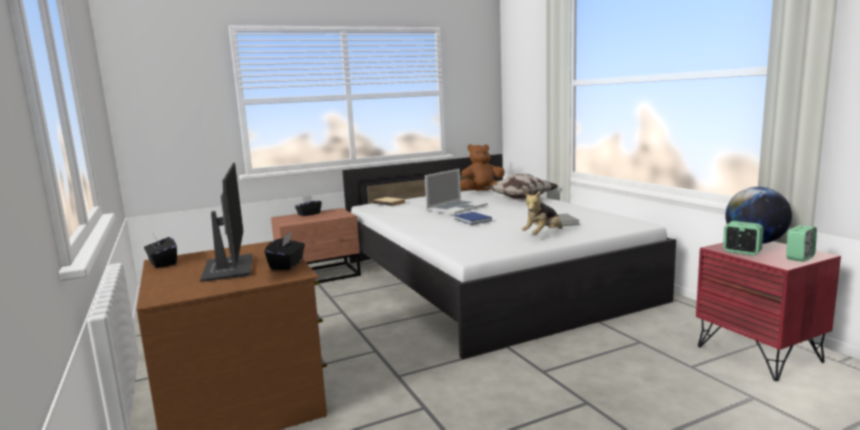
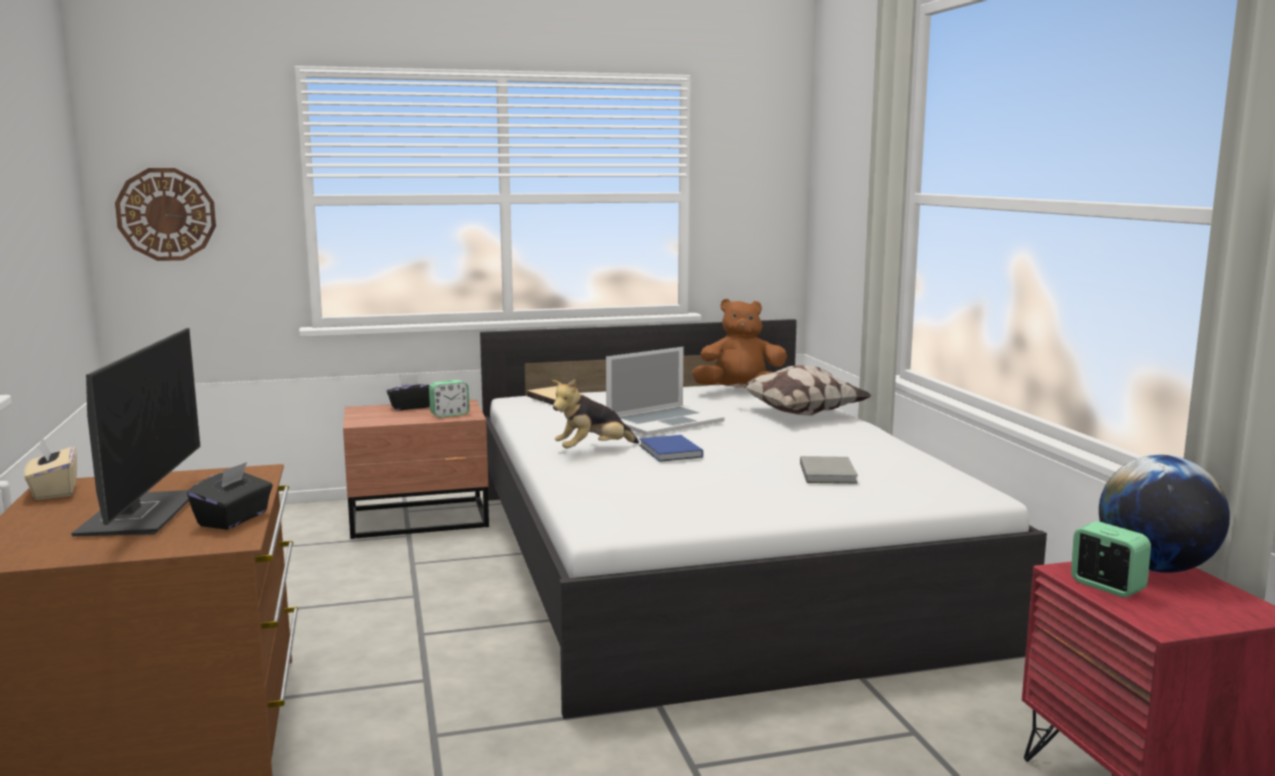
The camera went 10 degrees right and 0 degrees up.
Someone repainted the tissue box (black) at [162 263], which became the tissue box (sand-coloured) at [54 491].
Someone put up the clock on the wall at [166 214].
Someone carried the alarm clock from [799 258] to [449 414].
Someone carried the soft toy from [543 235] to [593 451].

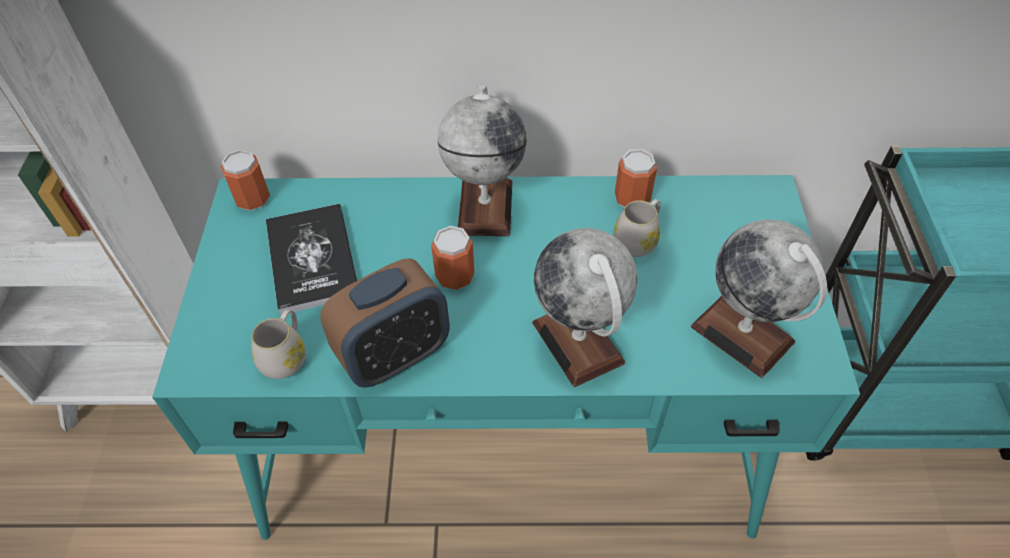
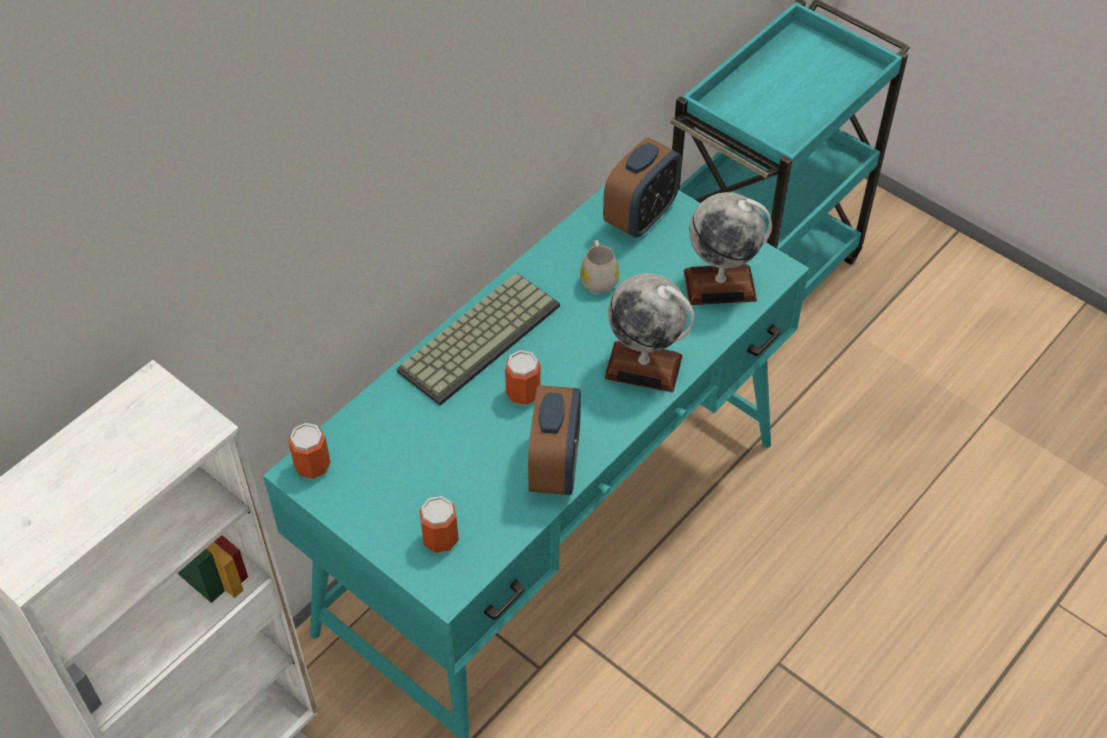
The camera went 50 degrees left and 0 degrees up.
Someone swapped the world globe at [485 207] for the PC keyboard at [479 336].
Someone carried the sealed can from [632 199] to [440 539].
Someone put down the alarm clock at [640 217].
Someone took away the tea mug (white) at [286 356].
Someone took away the book at [312 259].

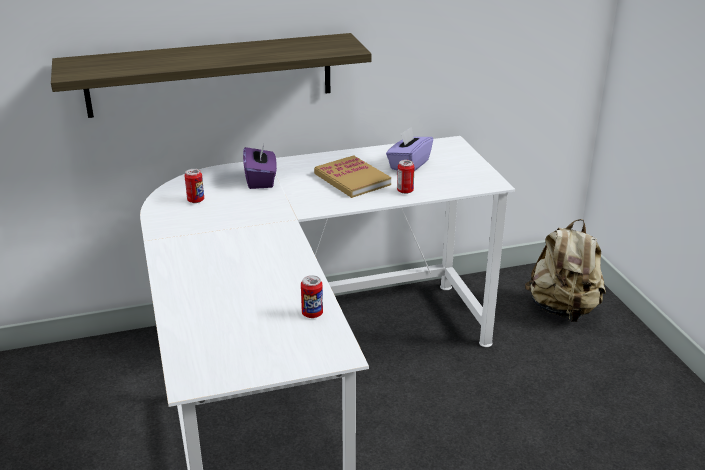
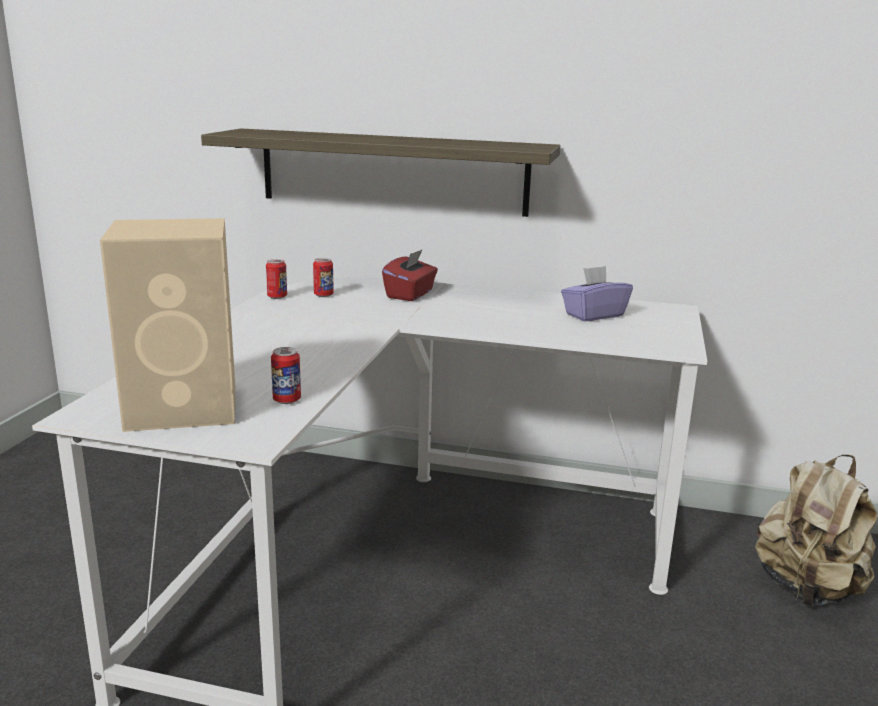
The camera went 30 degrees right and 10 degrees down.
Someone put down the loudspeaker (sand-coloured) at [186 408].
Someone carried the sealed can from [405 191] to [277 297].
Someone repainted the tissue box (purple) at [261 180], which became the tissue box (red) at [410 294].
Someone took away the book at [352 179].

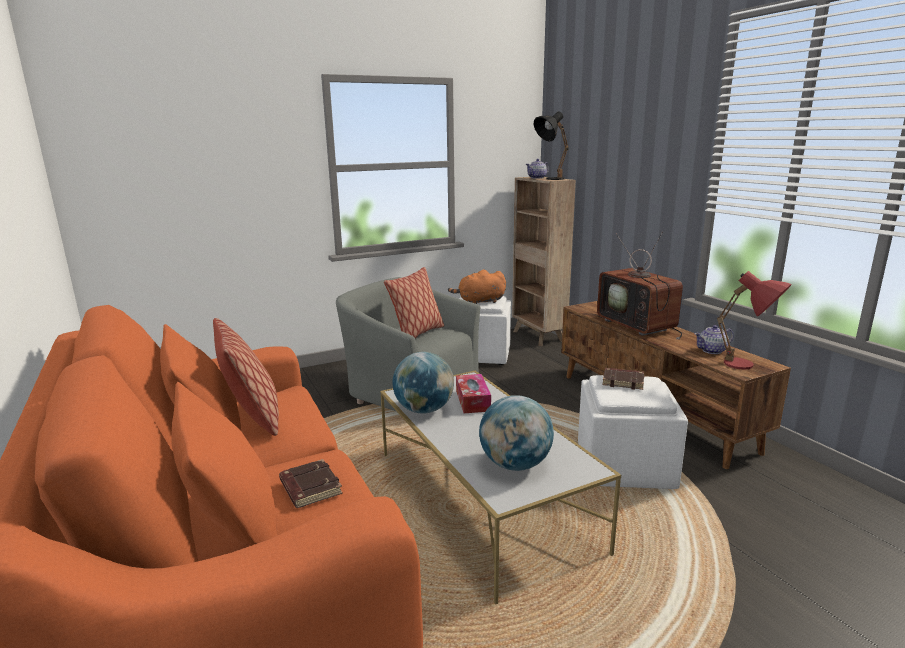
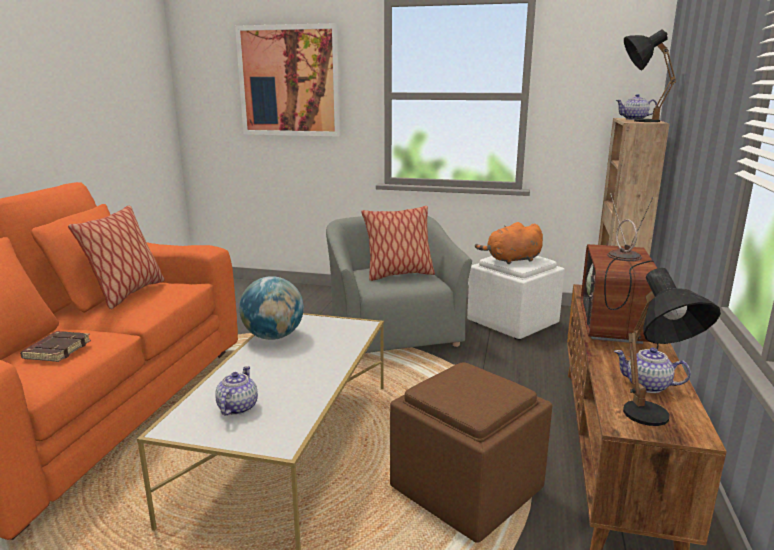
The camera went 40 degrees right and 0 degrees up.
Someone swapped the world globe at [515 464] for the tea pot at [237 408].
Someone put up the wall art at [289 81].
Someone repainted the pouffe (white) at [623 466], which became the pouffe (brown-coloured) at [466 488].
Someone rotated the soft toy (orange) at [479 302] by 45 degrees counterclockwise.
Someone repainted the lamp for a table (red) at [748 367], which became the lamp for a table (black) at [652 423].
Someone took away the tissue box at [472 400].
Someone took away the book (brown-coloured) at [623 381].

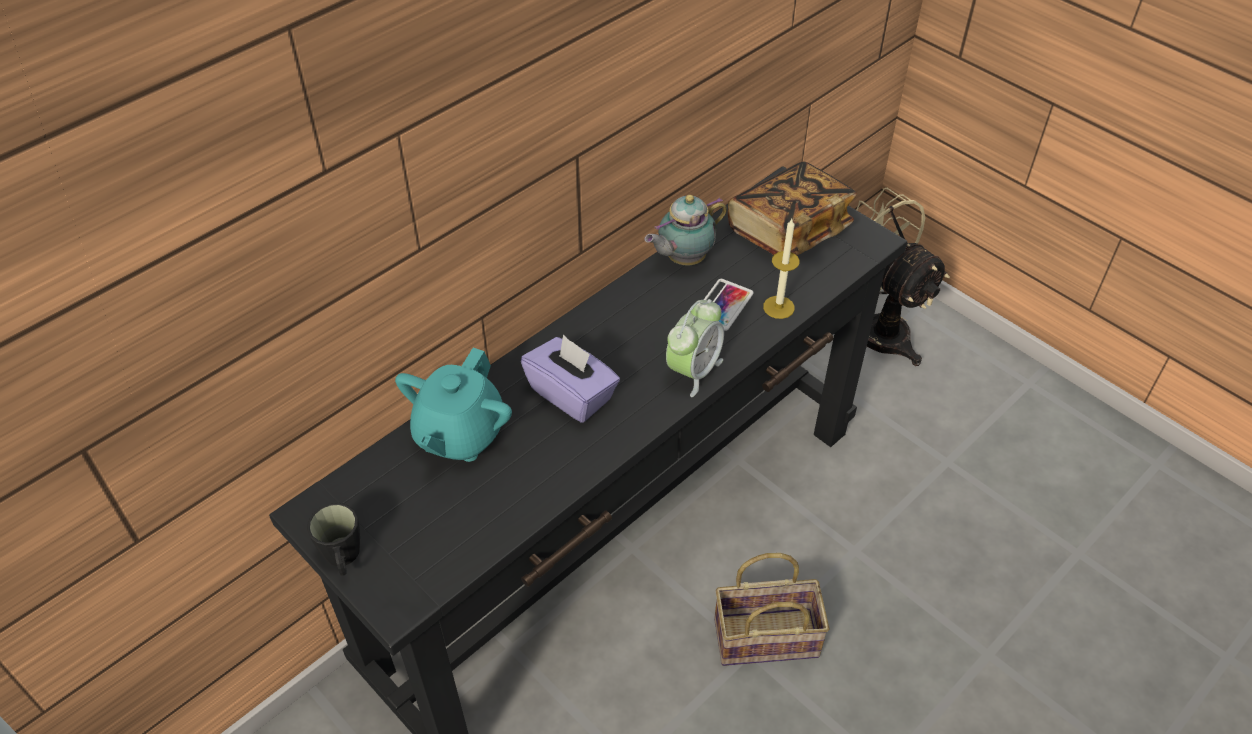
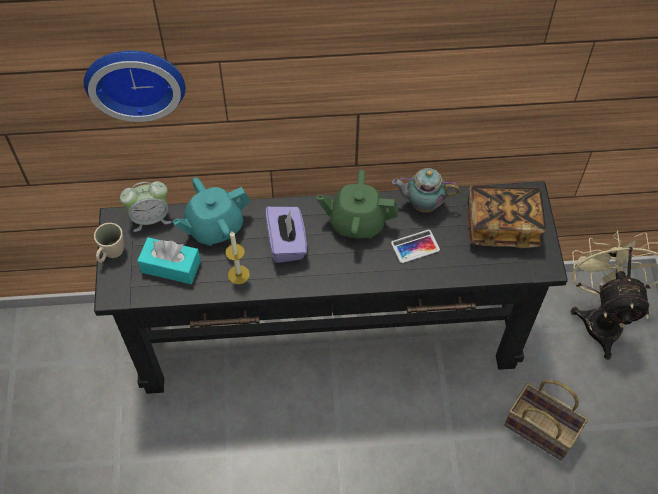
The camera went 40 degrees right and 10 degrees up.
Someone put up the clock on the wall at [135 78].
Someone repainted the tea mug (black) at [343 559], which became the tea mug (sand-coloured) at [110 253].
Someone carried the alarm clock from [693 371] to [150 218].
Someone put down the tissue box (turquoise) at [171 266].
Someone carried the candle from [778 307] to [238 274].
Someone put down the tea pot (greenish) at [357 222].
Someone carried the storage basket from [768 635] to [543 429].

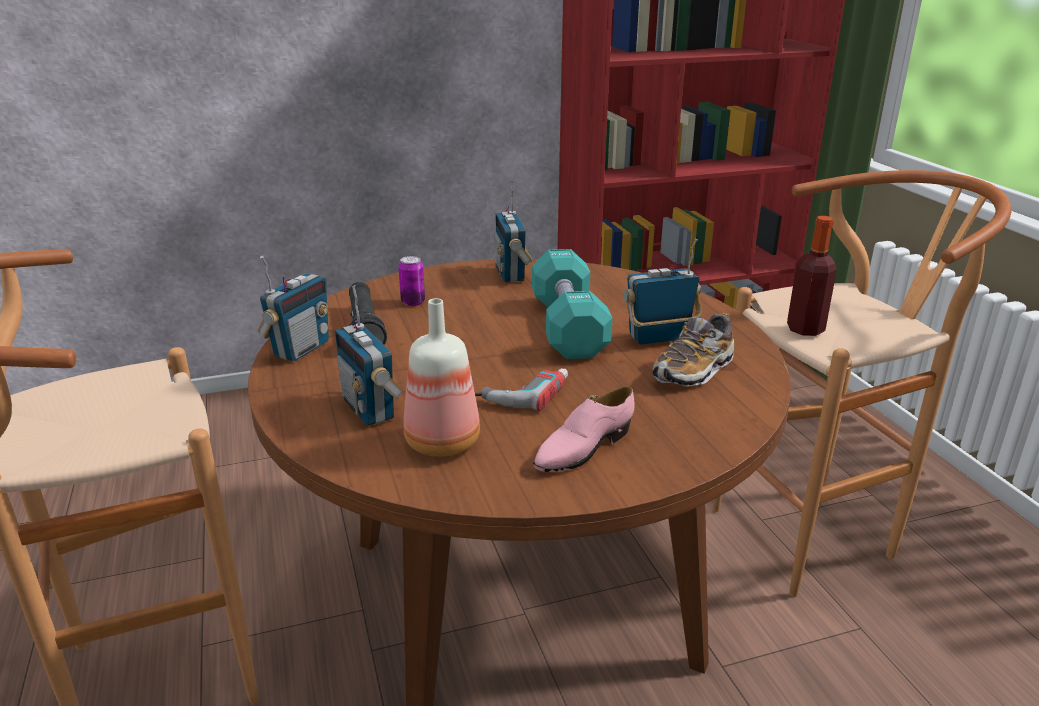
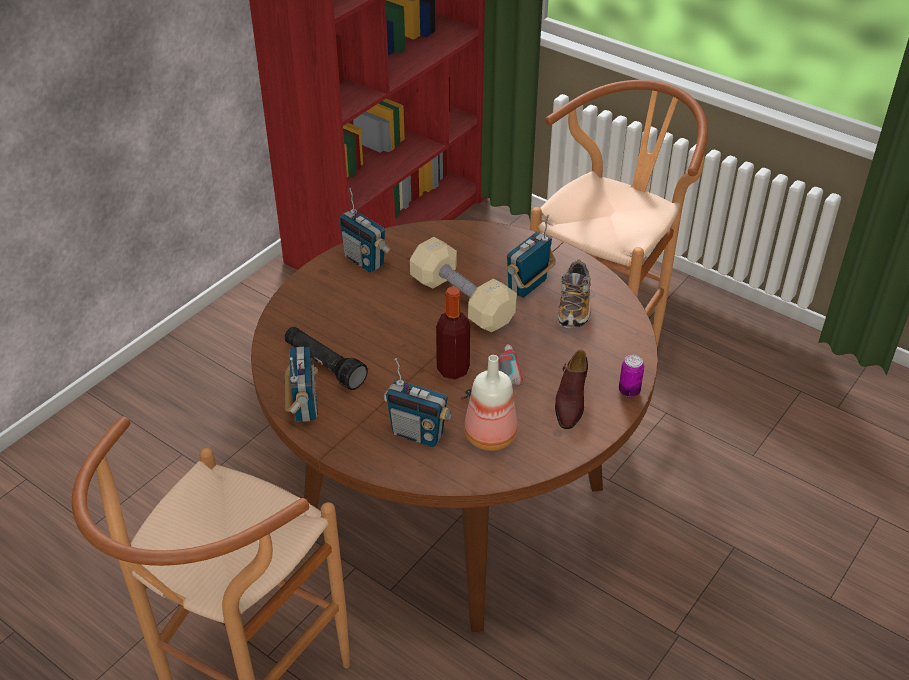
The camera went 35 degrees left and 15 degrees up.
Someone repainted the dumbbell (turquoise) at [568 327], which became the dumbbell (sand-coloured) at [462 301].
Someone carried the bottle from [805 329] to [453 369].
Someone repainted the low shoe (pink-coloured) at [583 448], which became the low shoe (brown-coloured) at [570 400].
Someone carried the sealed can from [413 302] to [629 391].

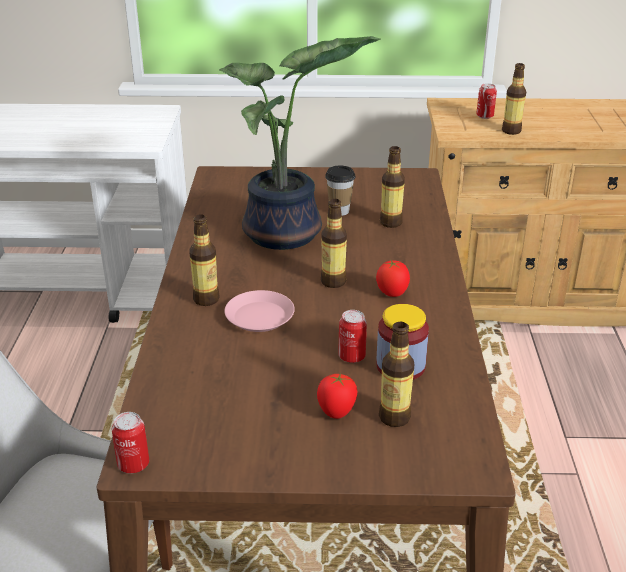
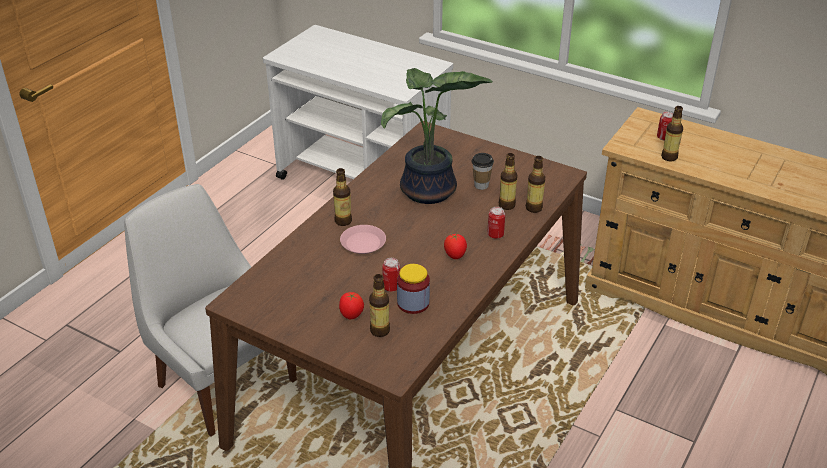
The camera went 30 degrees right and 5 degrees up.
Someone carried the sealed can from [133 464] to [495 235].
Someone carried the bottle from [333 282] to [534 208].

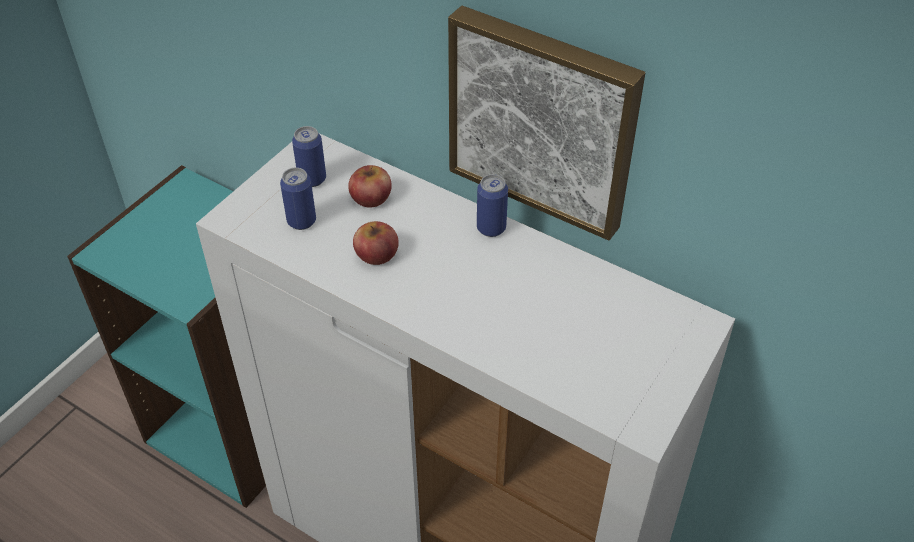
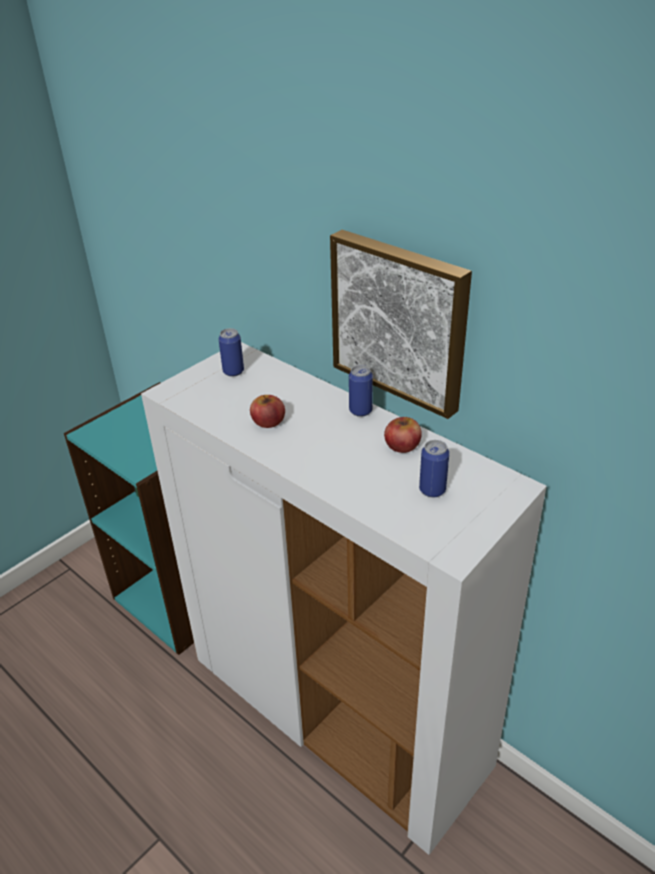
The camera went 10 degrees right and 10 degrees down.
Someone carried the apple fruit from [371 197] to [402 445].
Someone carried the sealed can from [301 221] to [432 490].

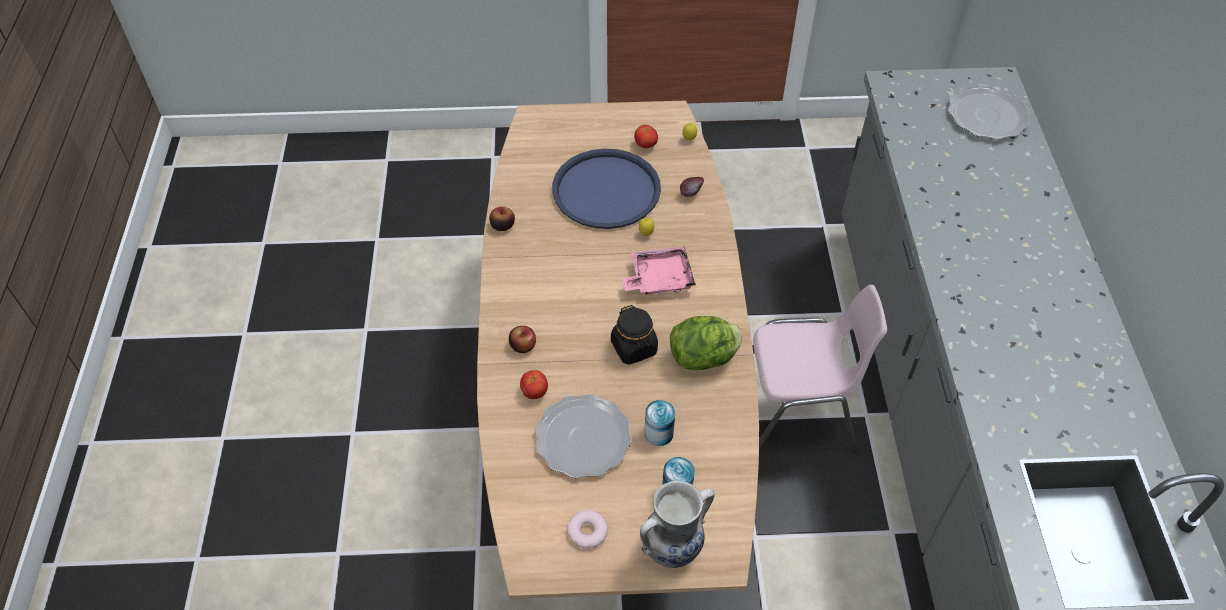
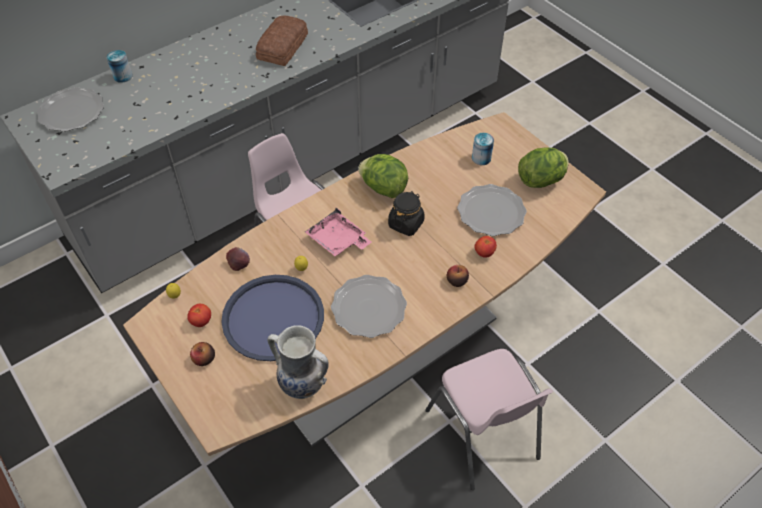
The camera went 125 degrees left and 0 degrees up.
Someone carried the sealed can from [658 433] to [123 76].
Someone carried the apple fruit from [502 225] to [204 359].
Someone put down the baked bread at [284 46].
Someone carried the vase from [672 550] to [303 384].
Someone put down the flat dish at [369 308].
Someone put down the plain chair (pink-coloured) at [482 435].
Someone swapped the ring doughnut at [587 531] for the head of lettuce at [541 180].

